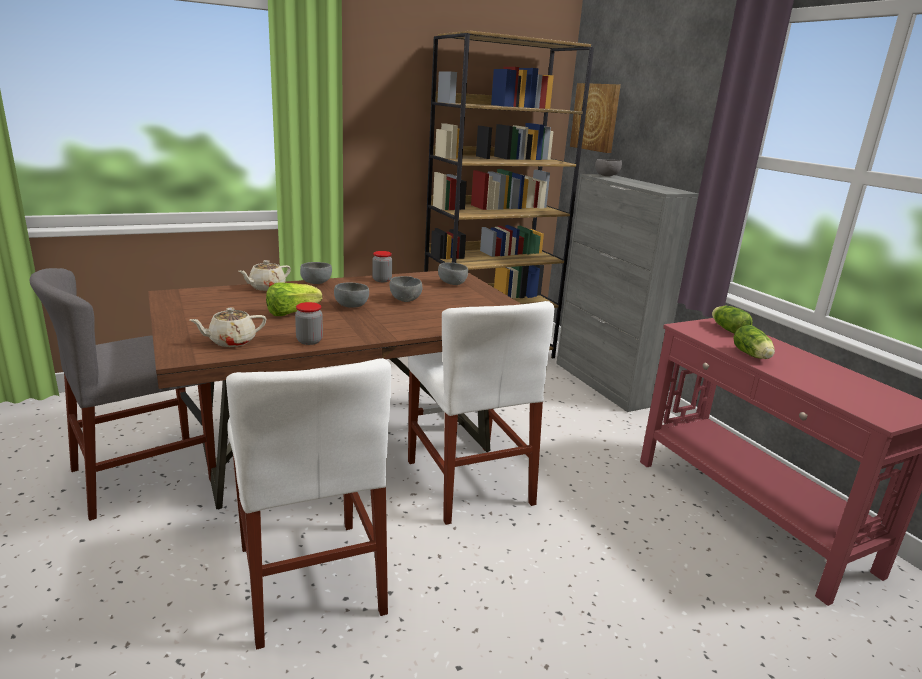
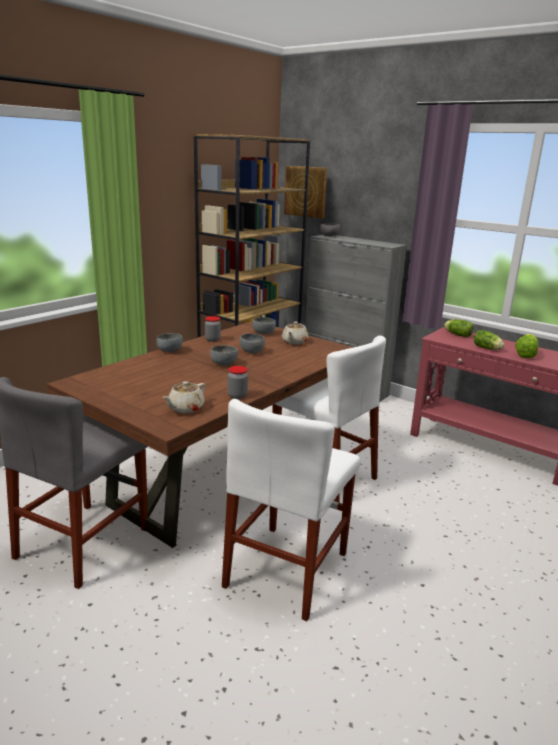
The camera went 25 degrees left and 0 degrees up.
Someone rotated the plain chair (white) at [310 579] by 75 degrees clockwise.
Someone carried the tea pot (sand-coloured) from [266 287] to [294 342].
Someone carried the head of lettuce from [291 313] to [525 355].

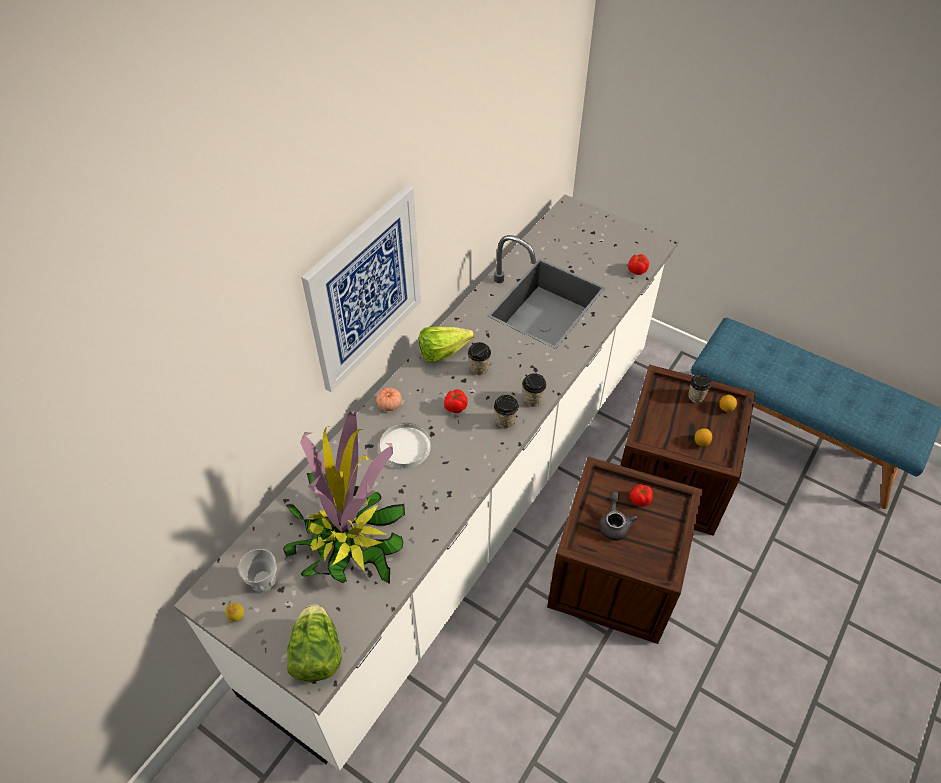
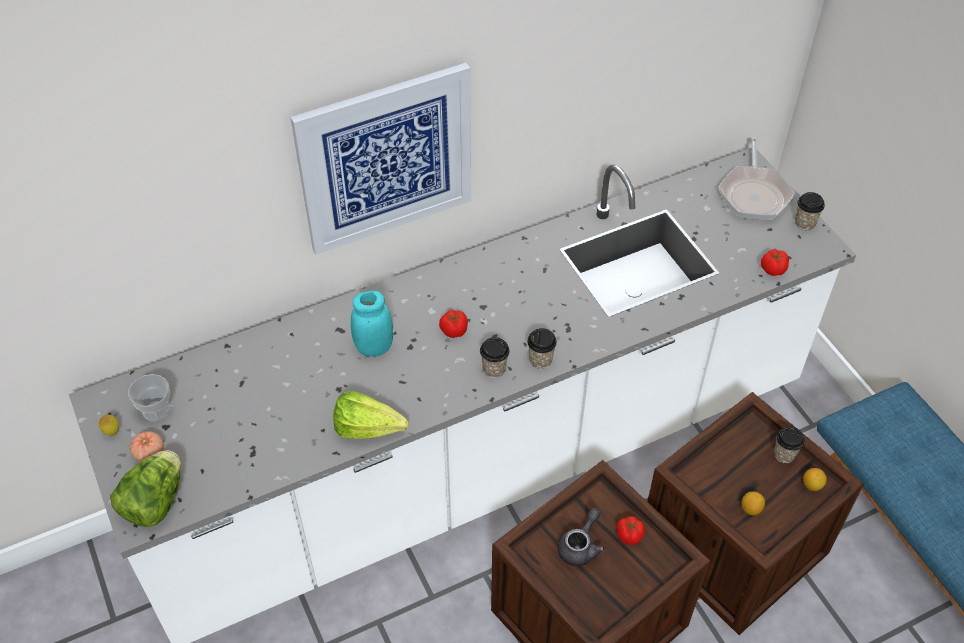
The camera went 30 degrees right and 0 degrees up.
Someone carried the fresh tomato from [389 405] to [149 453].
Someone carried the head of lettuce from [447 352] to [373 431].
Someone swapped the flat dish (white) at [405 447] for the jar (turquoise) at [374 347].
Someone put down the frying pan at [754 194].
Someone carried the small cup from [479 368] to [804 223].
Someone took away the plant in a pot at [348 537].

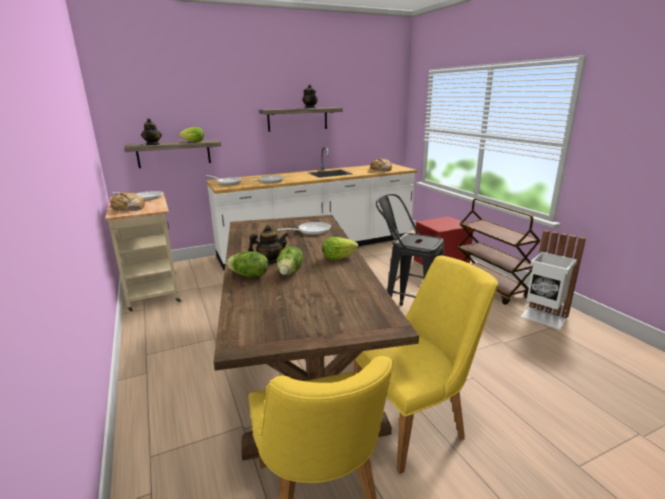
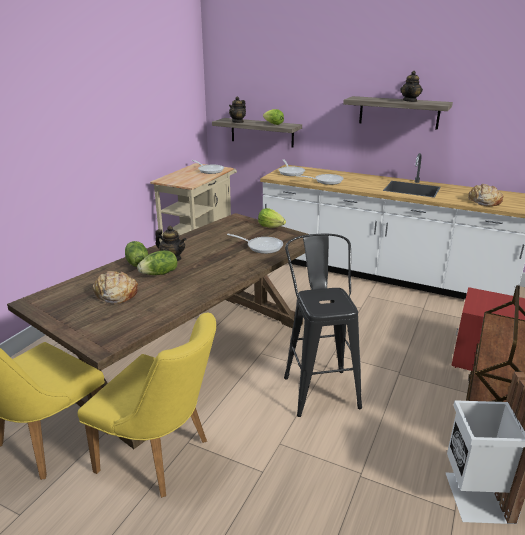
The camera went 50 degrees right and 5 degrees up.
Someone carried the baked bread from [128 209] to [115 294].
Someone carried the head of lettuce from [338 258] to [270 226].

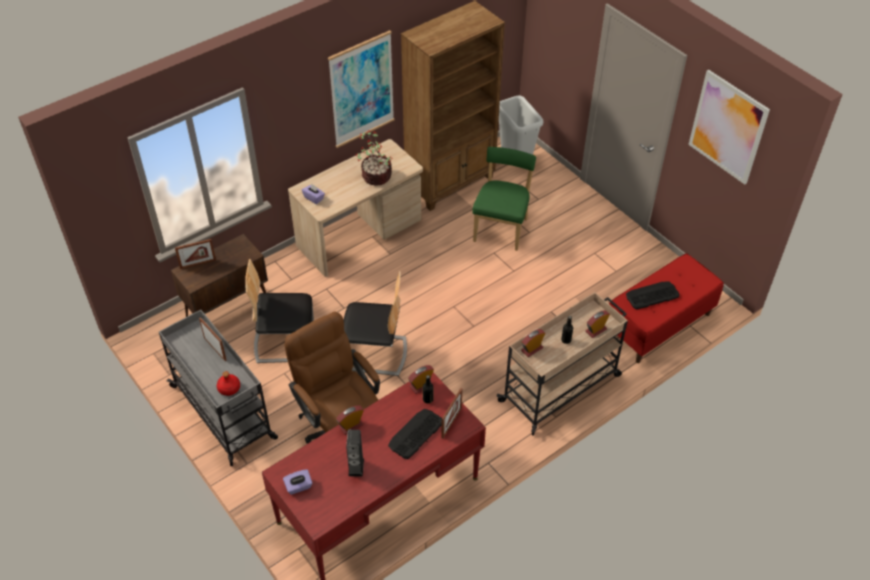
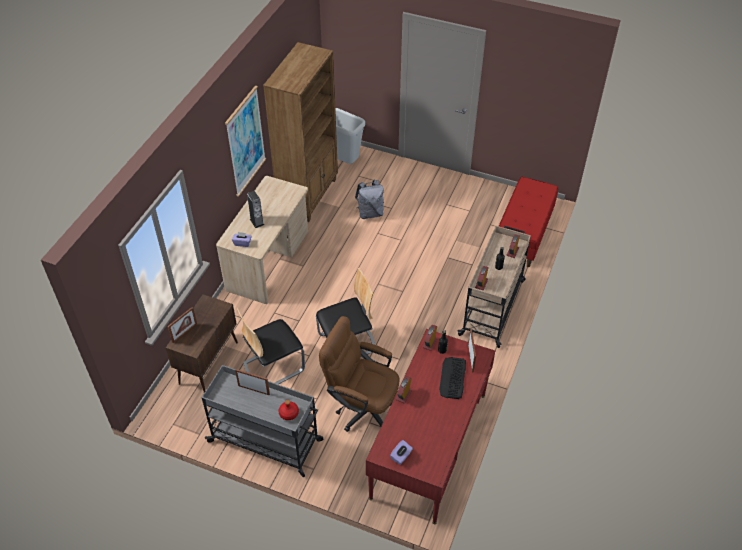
The camera went 30 degrees left and 0 degrees up.
Someone carried the loudspeaker from [356 467] to [257 222].
Someone swapped the plain chair (greenish) at [502 228] for the rucksack (gray) at [370 213].
Someone took away the plant in a pot at [375 176].
Someone took away the PC keyboard at [652 295].
Someone took away the wall art at [728 127].

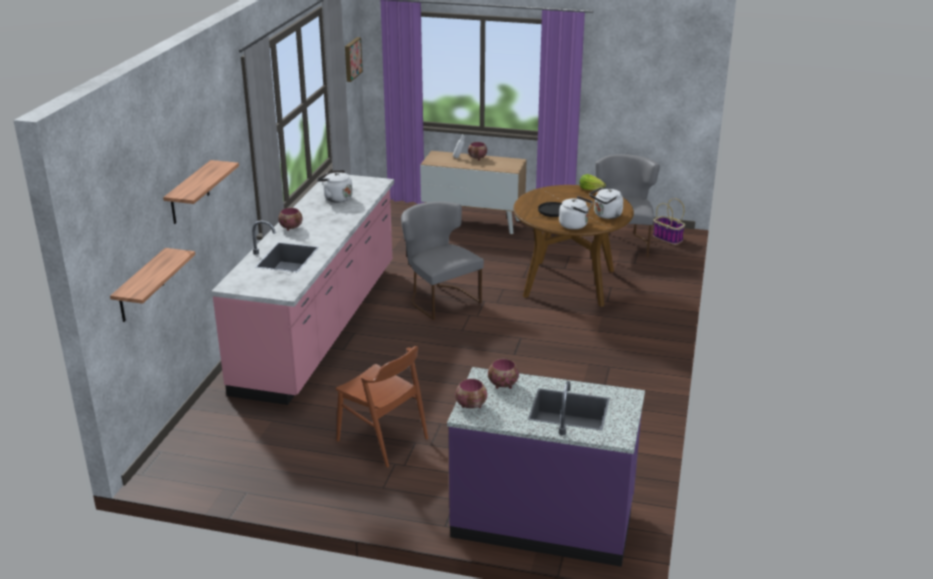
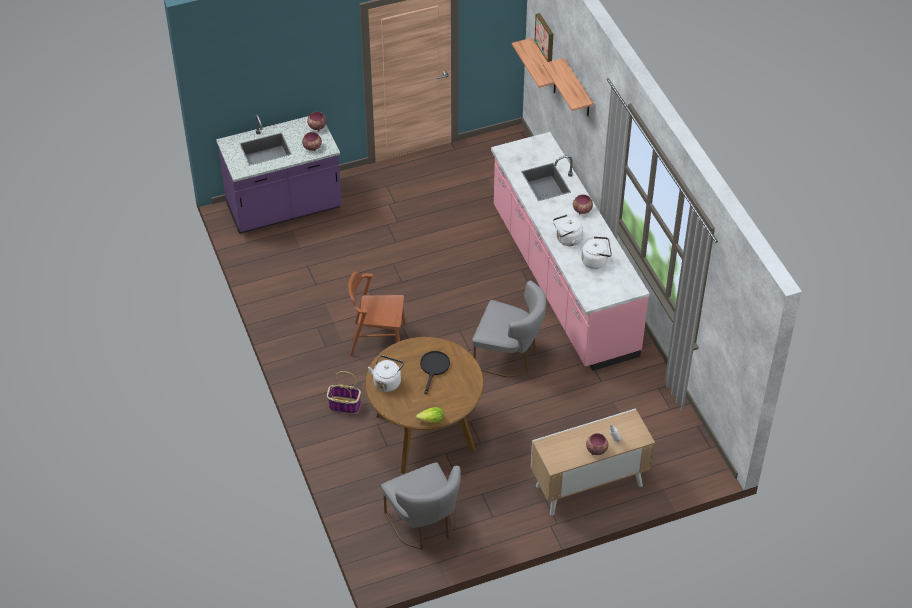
The camera went 145 degrees right and 20 degrees up.
Someone carried the storage basket from [668 238] to [344 405].
Someone carried the plain chair (brown-coloured) from [382 439] to [377 340].
Someone carried the wall art from [351 59] to [545 37].
Someone carried the tea kettle (white) from [575 225] to [567 239].

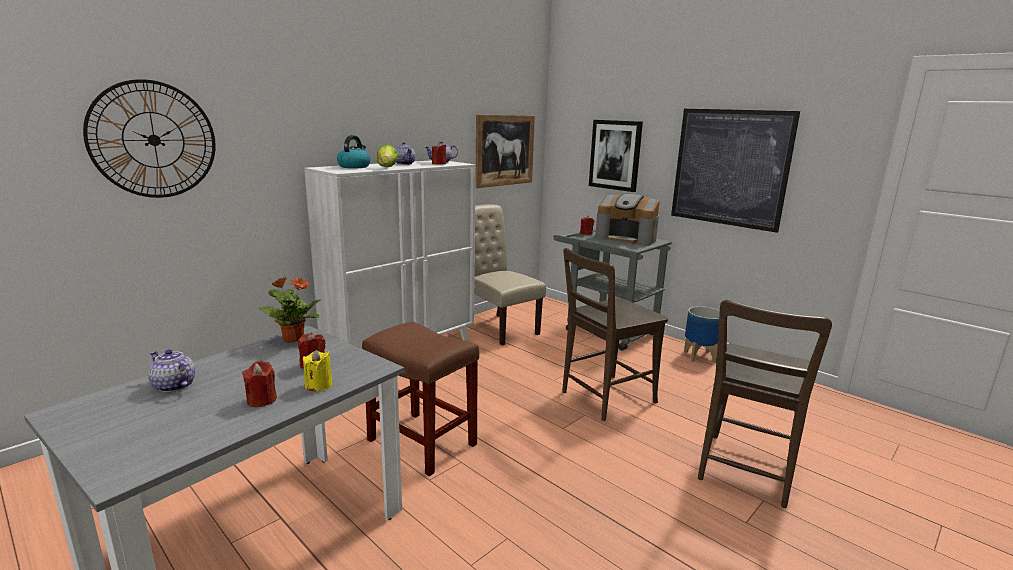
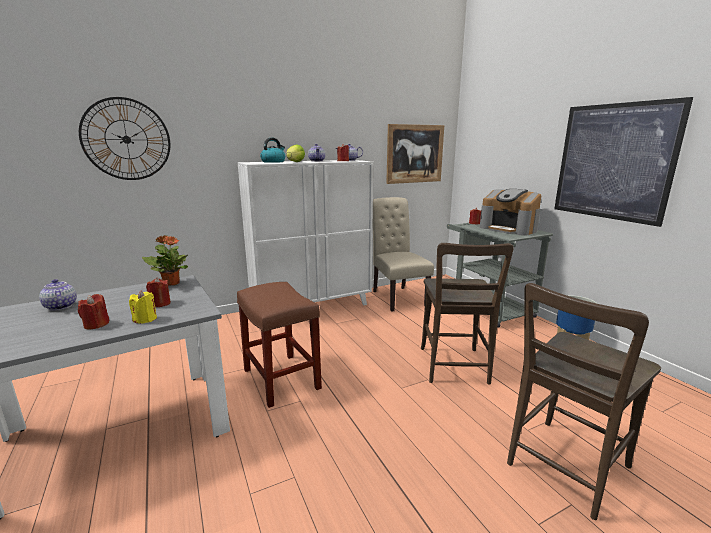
The camera went 20 degrees right and 0 degrees up.
Someone rotated the plain chair (brown-coloured) at [604 398] by 75 degrees counterclockwise.
Someone took away the wall art at [615 155].

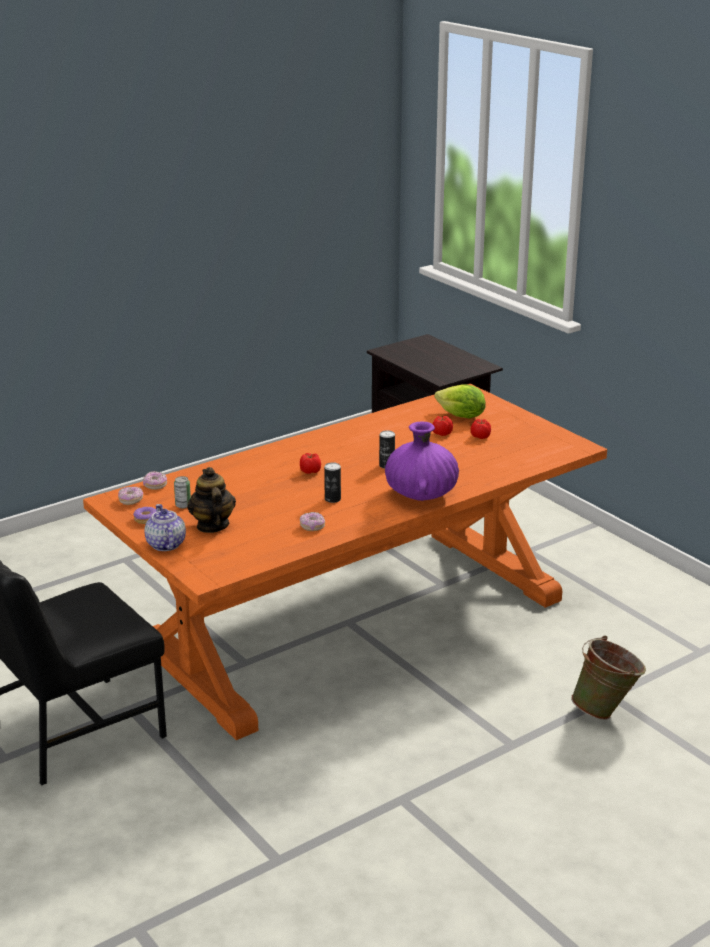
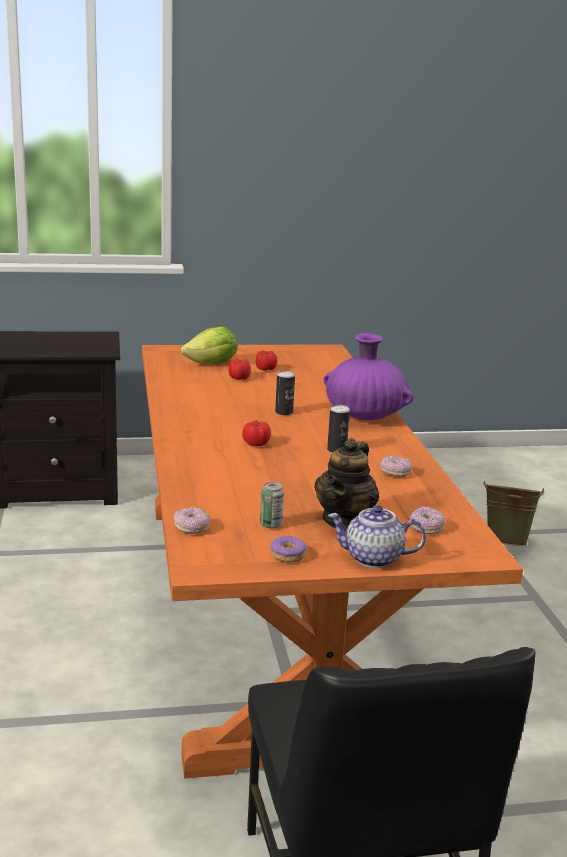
The camera went 65 degrees left and 5 degrees down.
Someone rotated the tea pot at [212 526] by 75 degrees counterclockwise.
Someone carried the ring doughnut from [131 500] to [426 528].

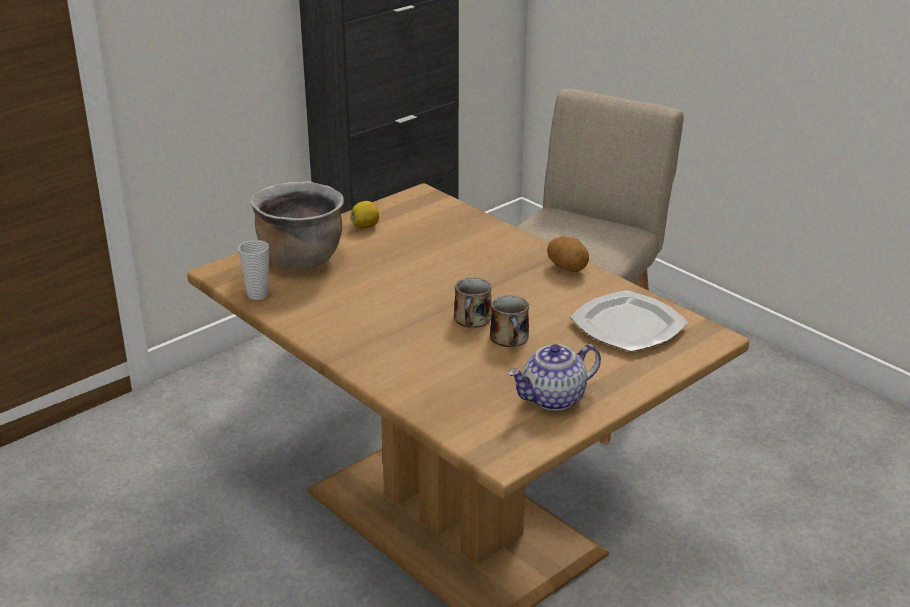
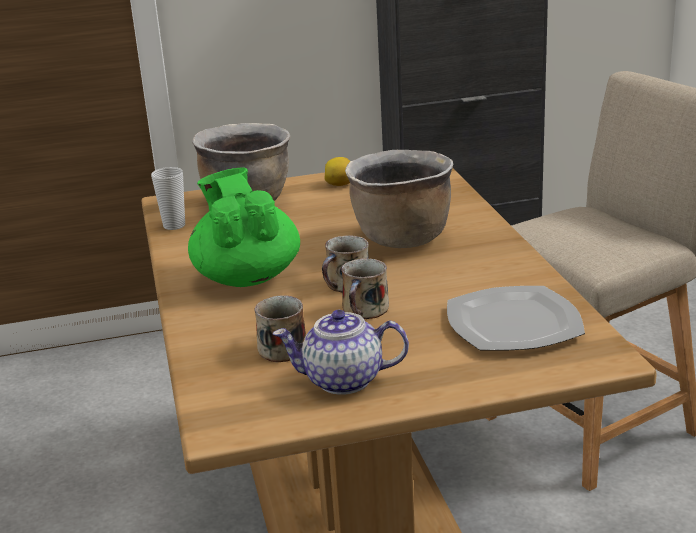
The camera went 30 degrees right and 5 degrees down.
Someone put down the tea pot (greenish) at [246 276].
Someone put down the tea mug at [280 347].
Someone put down the stockpot (brown-coloured) at [401 238].
Someone took away the whole potato at [567 268].

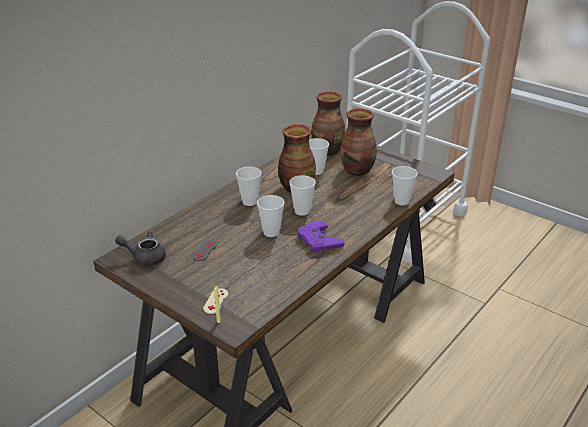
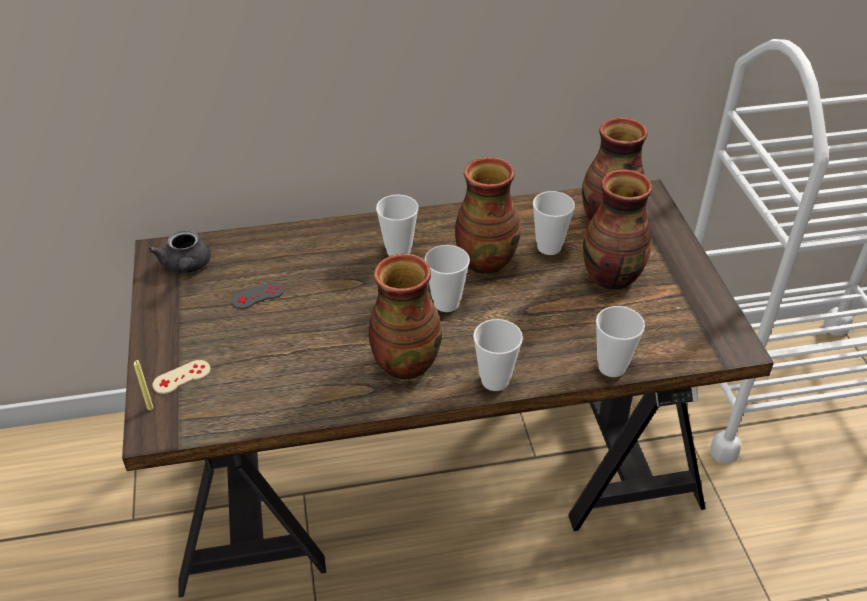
The camera went 40 degrees right and 10 degrees up.
Someone rotated the tea pot (gray) at [145 257] by 150 degrees counterclockwise.
Someone swapped the gamepad (purple) at [316 241] for the vase at [405 362].
Someone carried the small cup from [271 232] to [495 380].

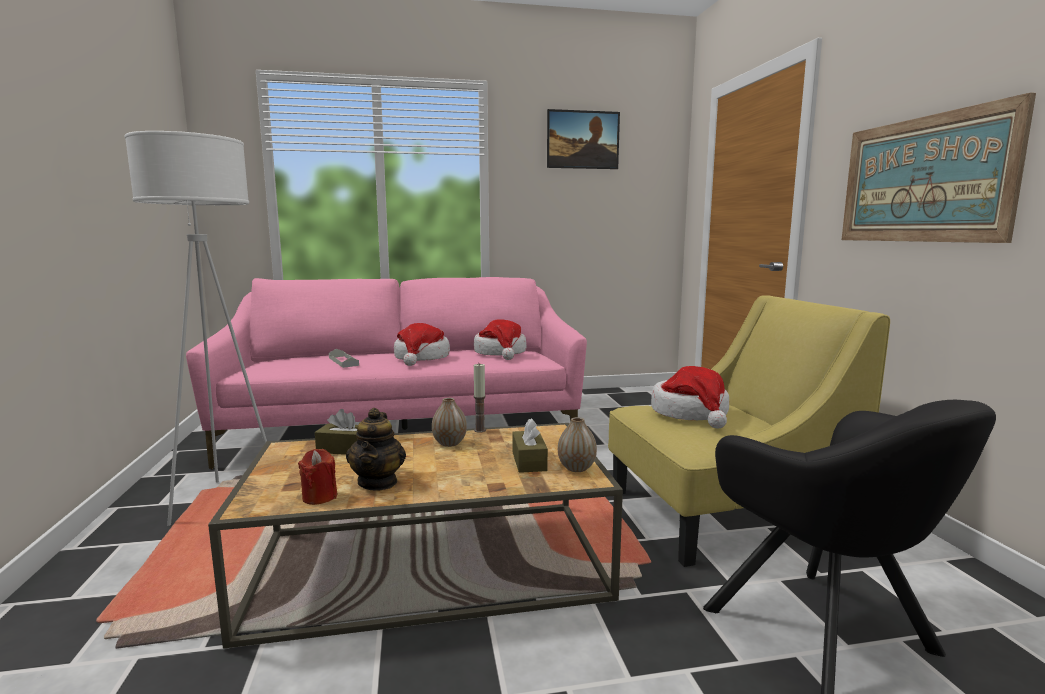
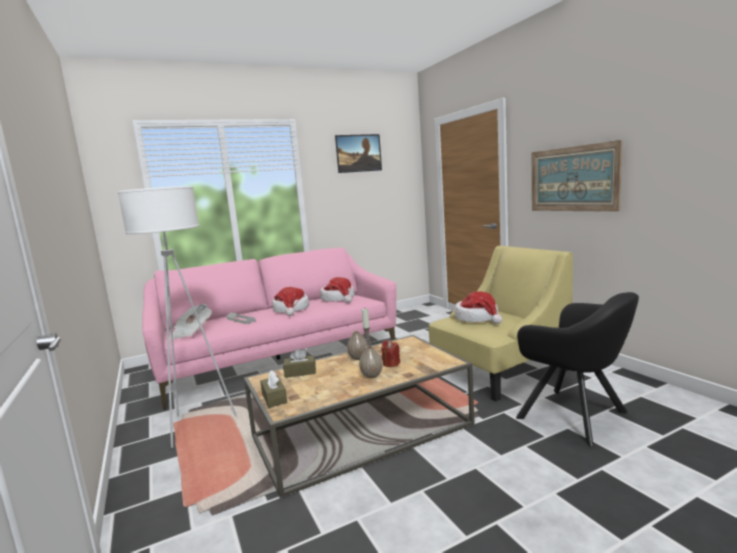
The camera went 15 degrees left and 0 degrees up.
Someone put down the newspaper at [191 332].
Someone carried the tissue box (brown-coloured) from [529 461] to [274 398].
Someone carried the vase from [576 468] to [371 375].
Someone carried the candle (red) from [319 497] to [391 363].
Someone took away the tea pot at [378 482].

